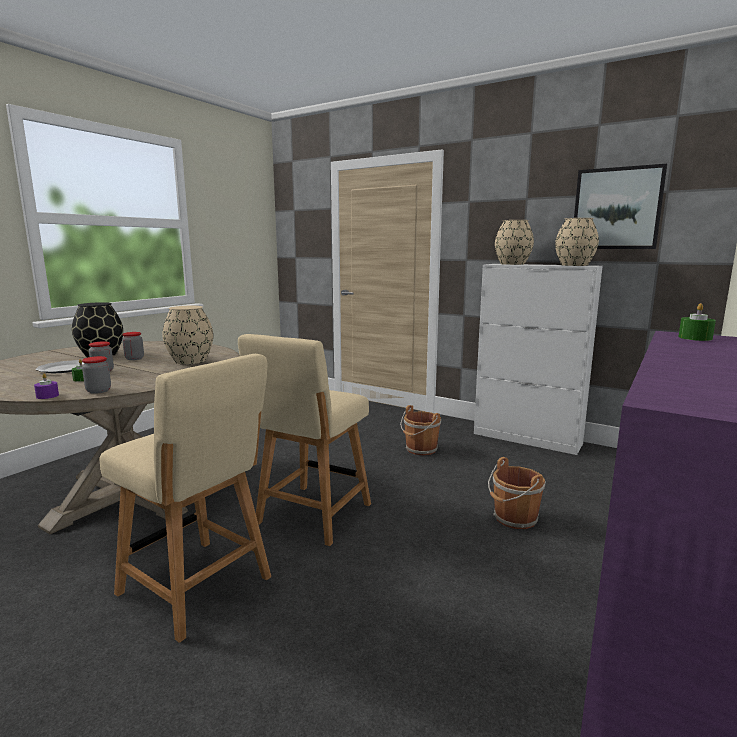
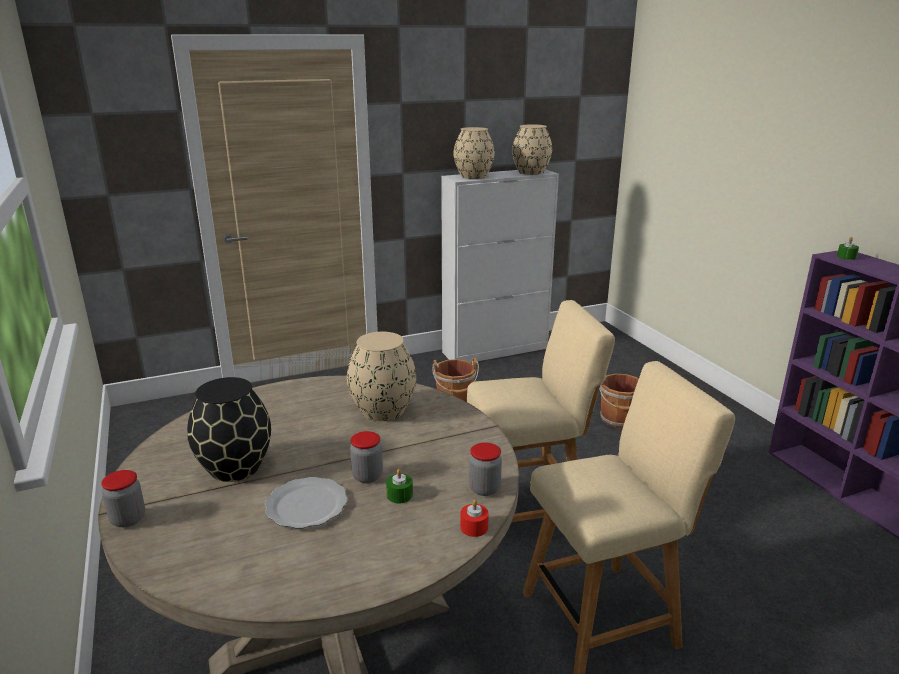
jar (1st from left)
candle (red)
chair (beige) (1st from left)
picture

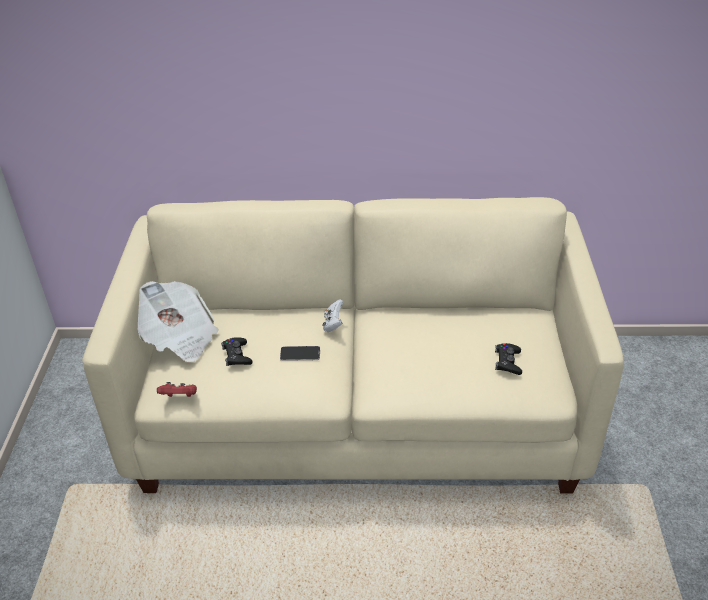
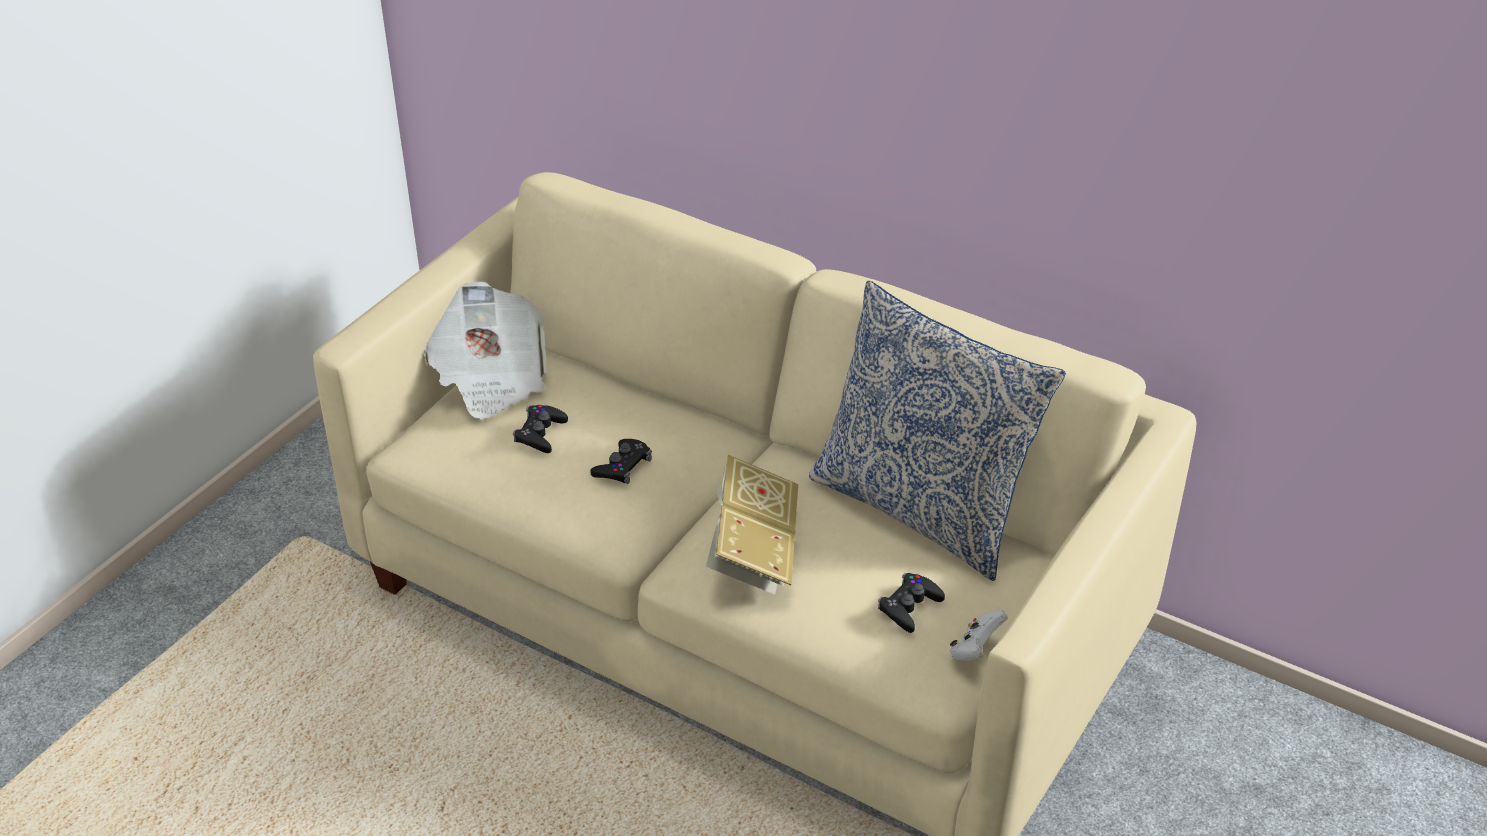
game controller (black) (2nd from left)
book
pillow
game controller (white)
game controller (red)

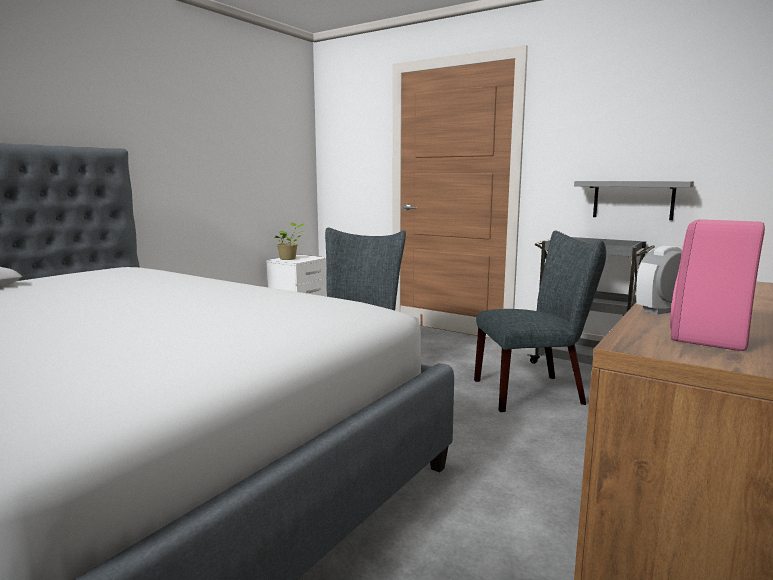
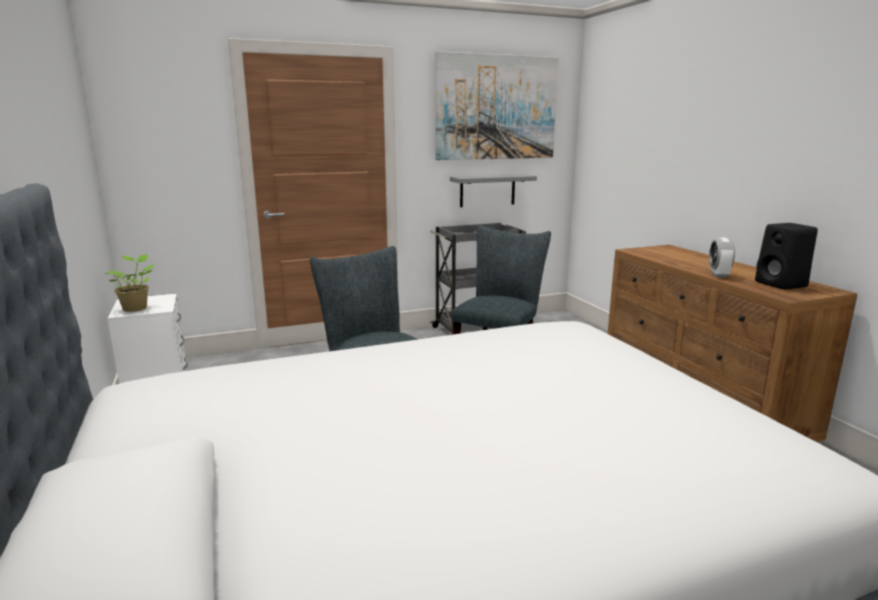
picture
speaker (black)

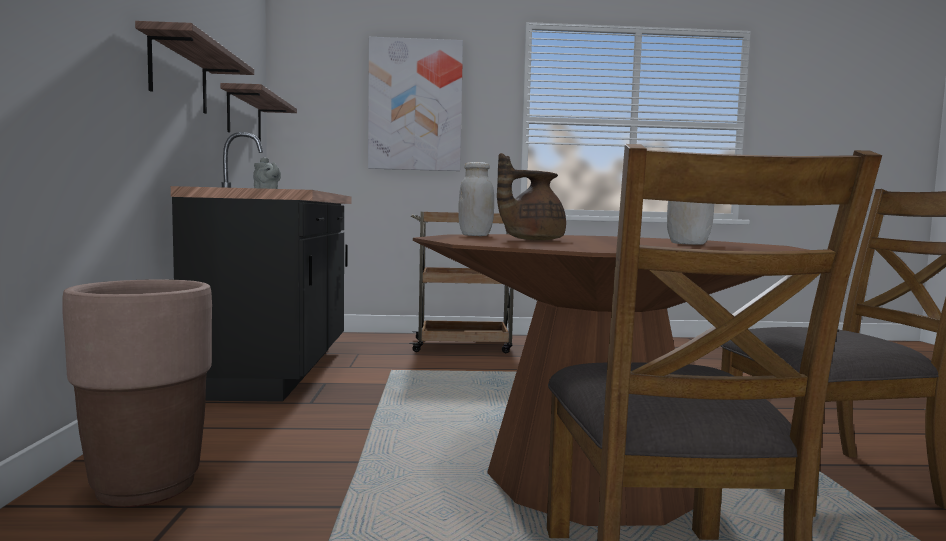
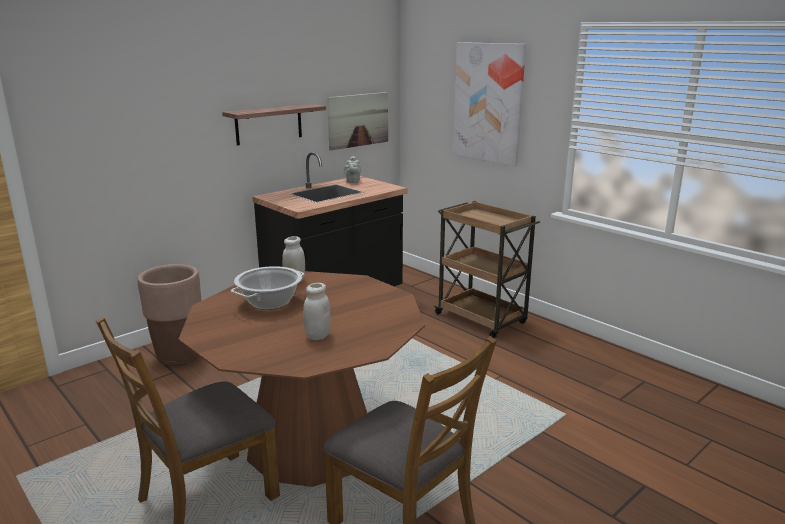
cooking pot
picture (1st from left)

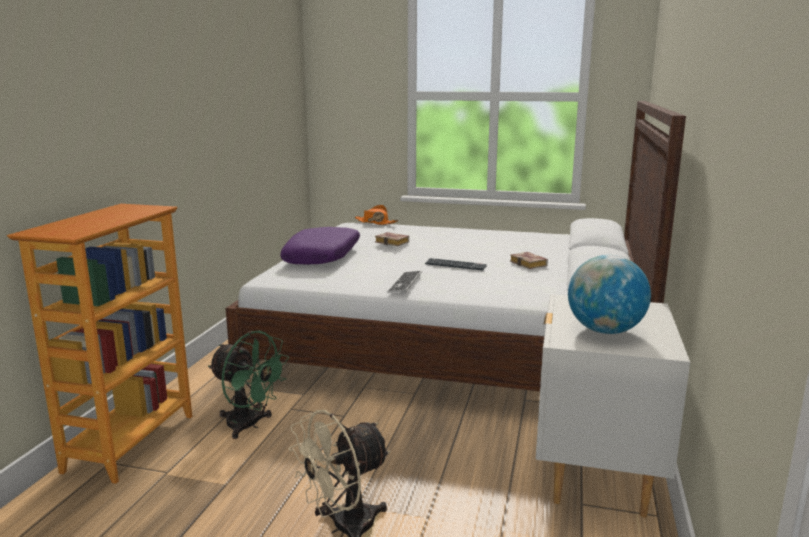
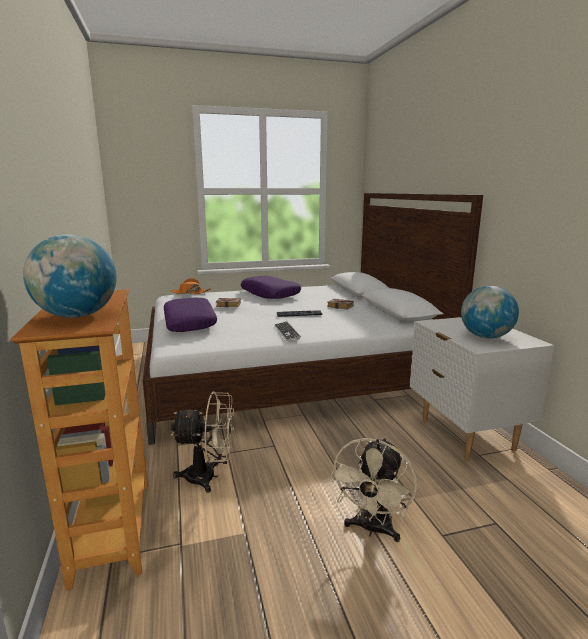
globe (1st from left)
fan (beige) (1st from left)
pillow (purple) (2nd from left)

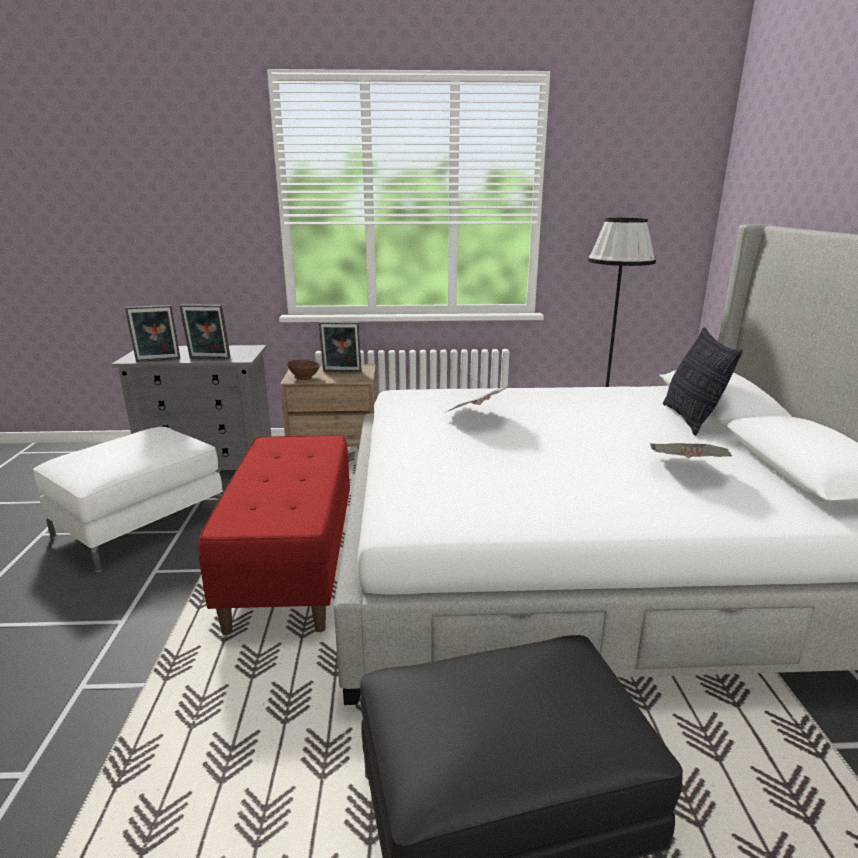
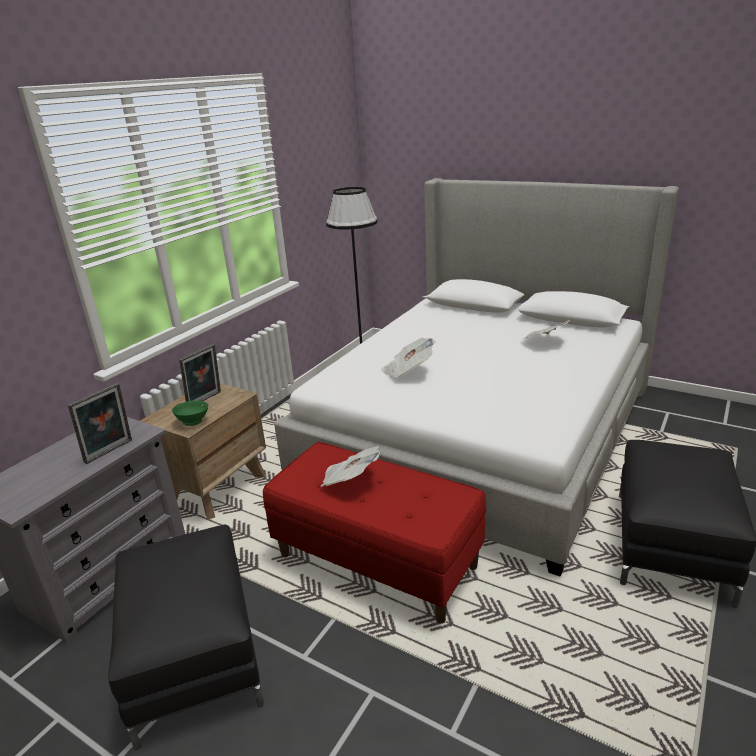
ottoman (black) (1st from left)
bowl (green)
newspaper (1st from left)
picture frame (1st from left in the first image)
pillow

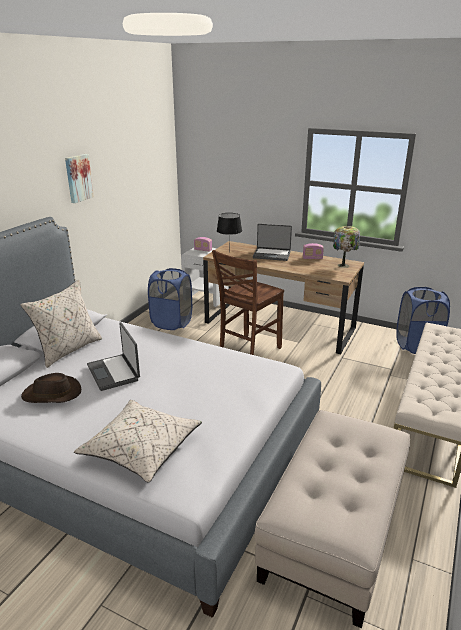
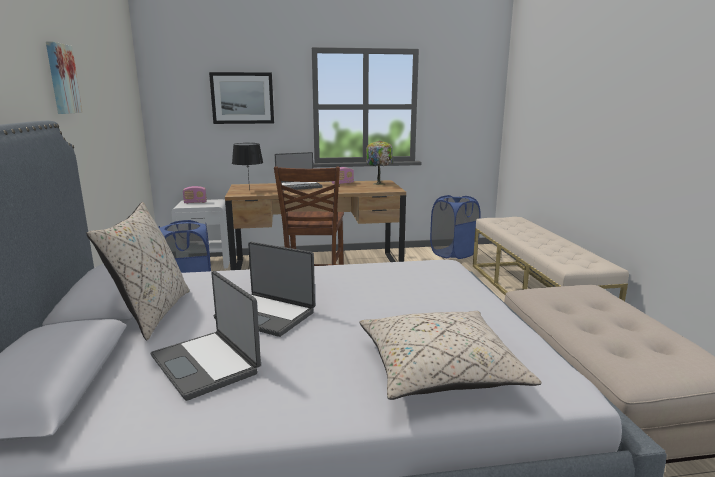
laptop (1st from left)
picture (2nd from left)

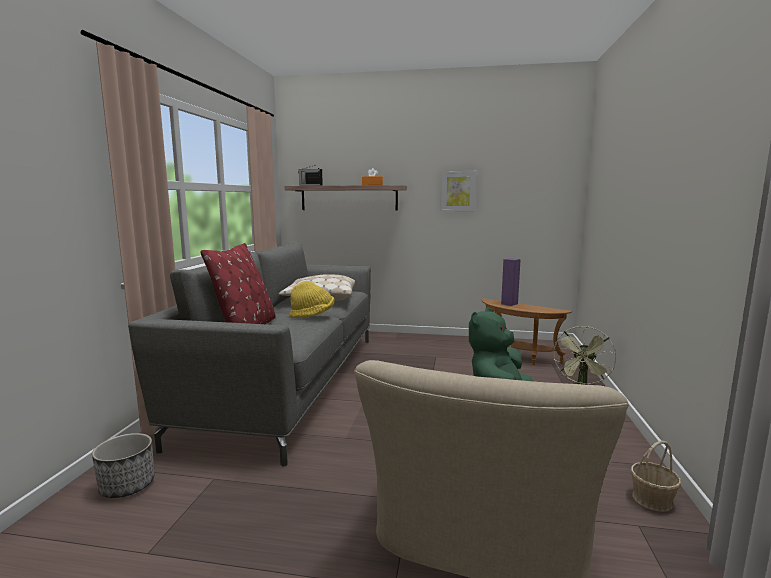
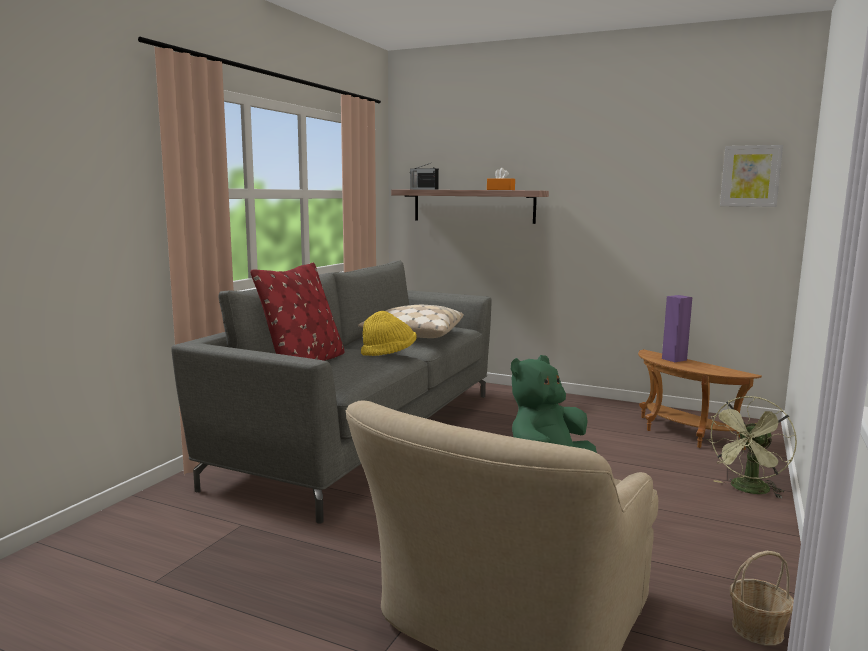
picture
planter

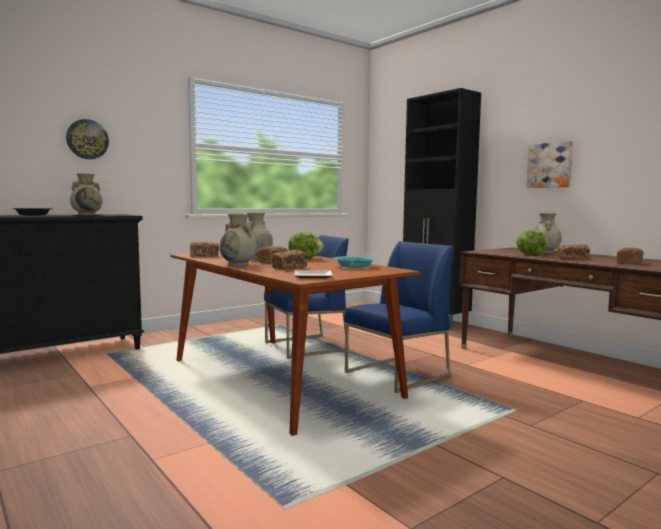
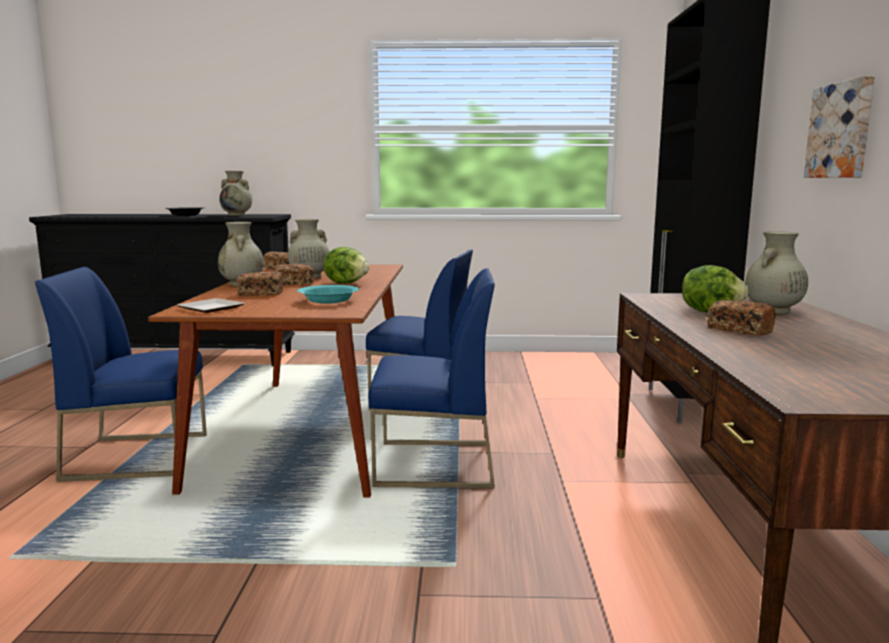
chair (blue) (1st from left)
wall clock
bread (5th from left in the first image)

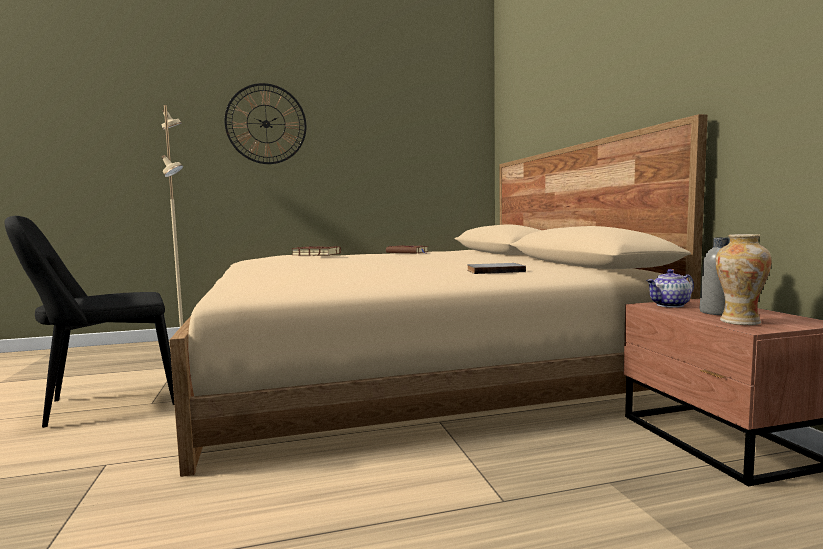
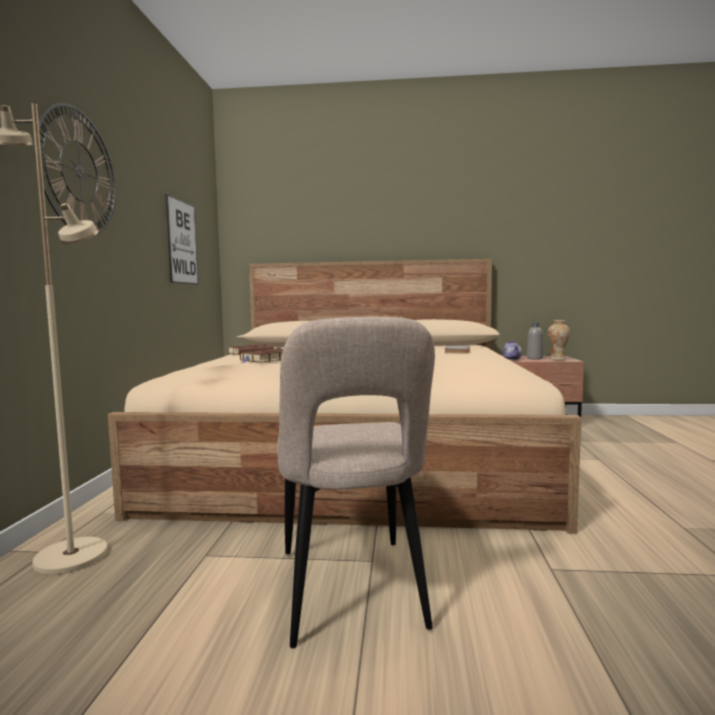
picture
chair (beige)

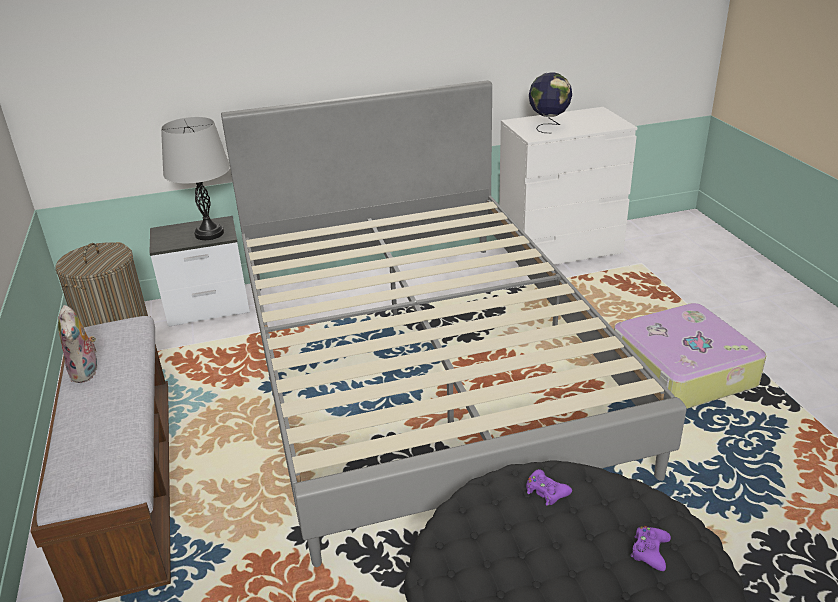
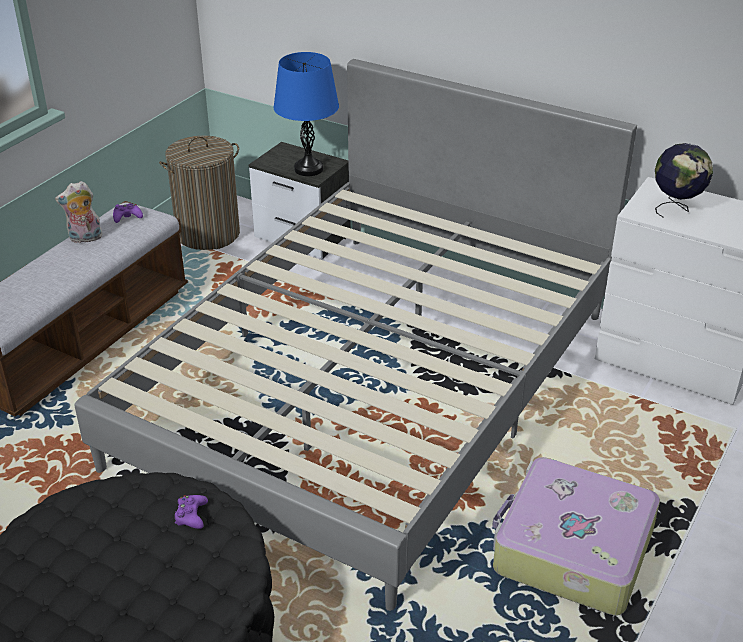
plush toy
game controller (purple) (1st from left)
table lamp (blue)

